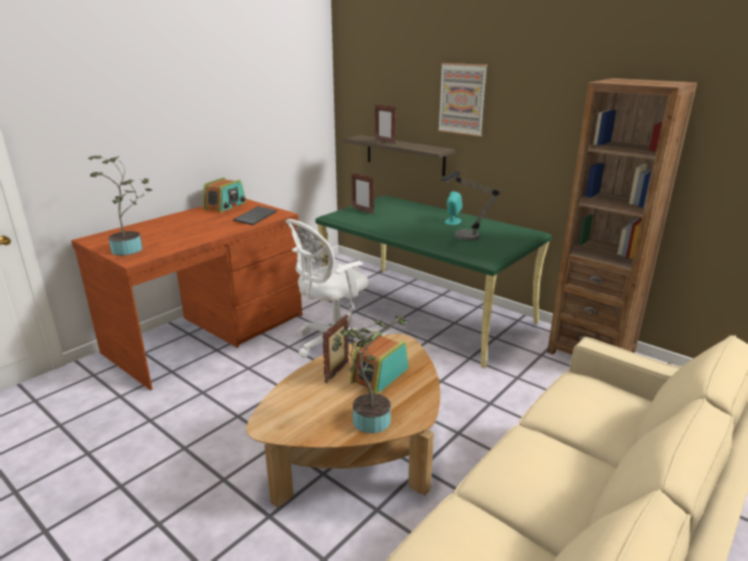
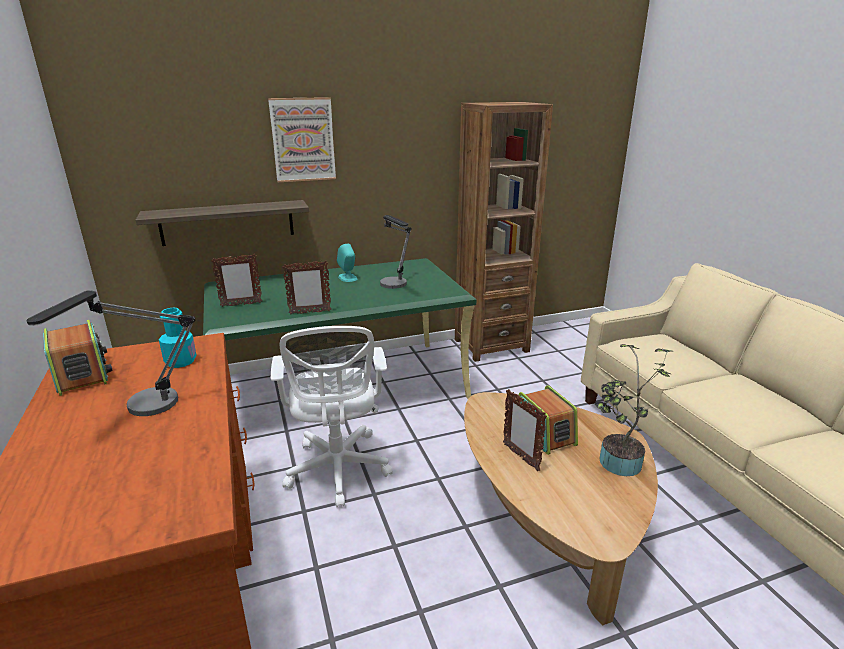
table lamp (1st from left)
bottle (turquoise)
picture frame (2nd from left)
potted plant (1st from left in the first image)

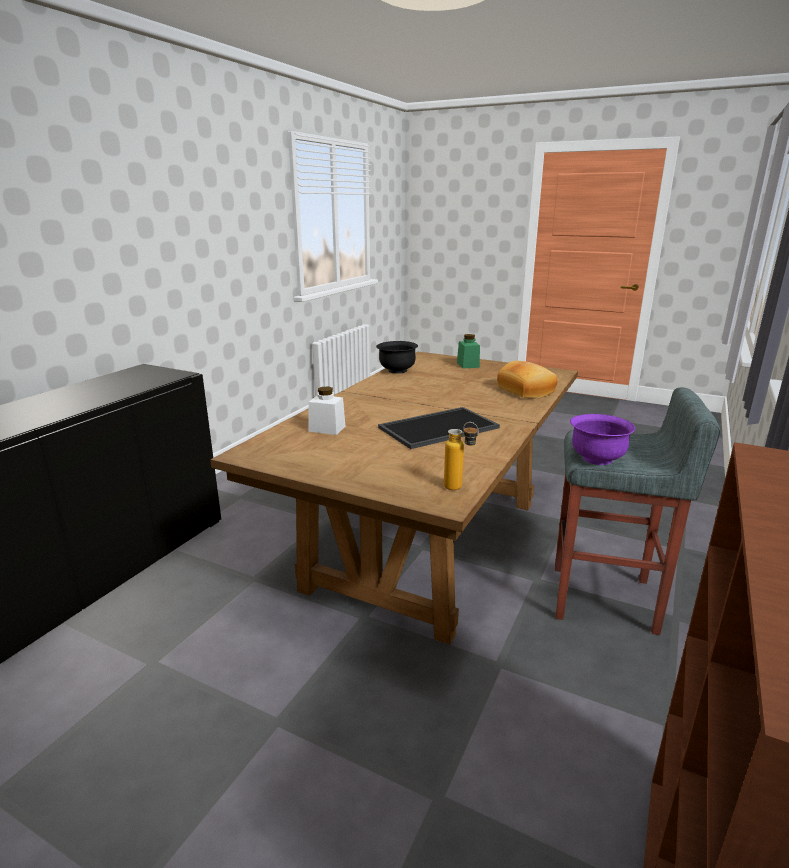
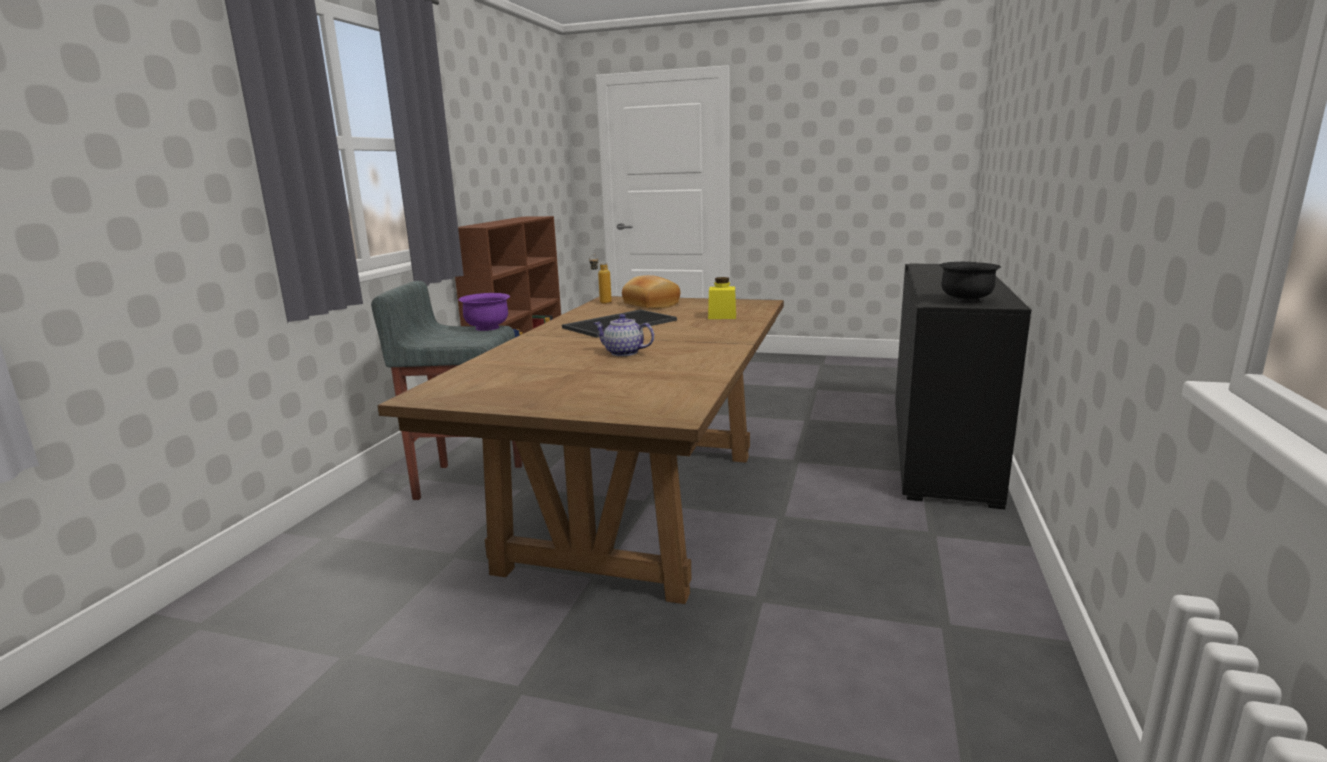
teapot
bread
jar (yellow)
bowl (black)
jar (green)

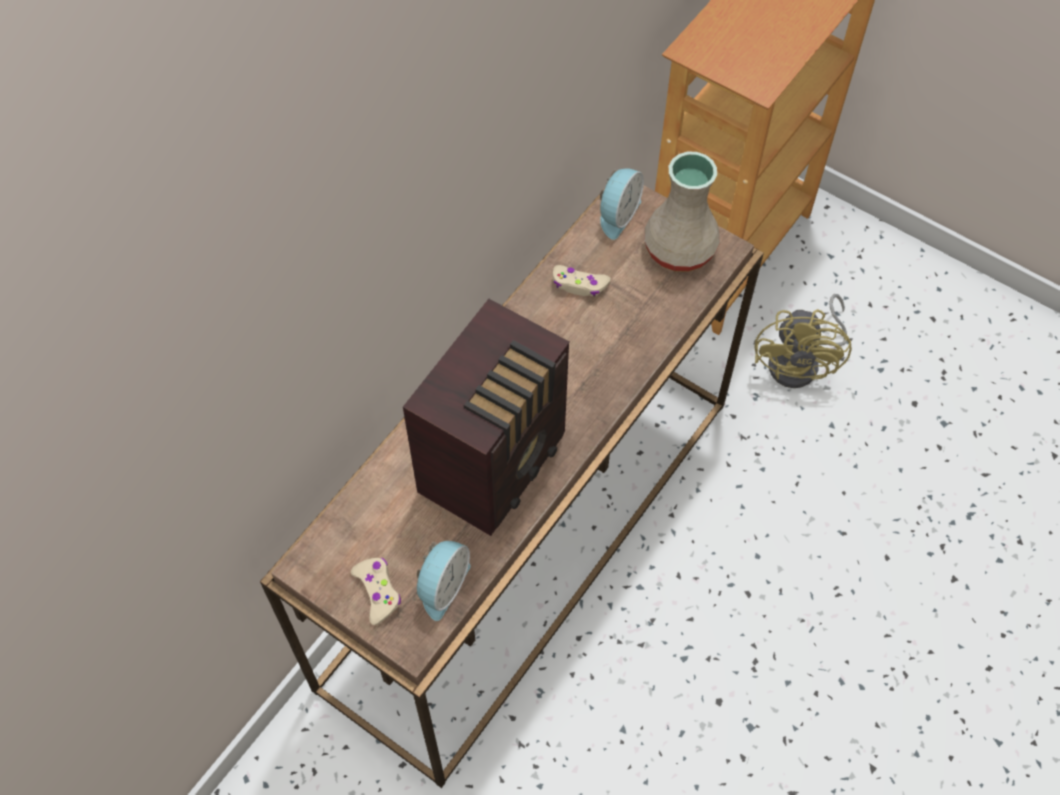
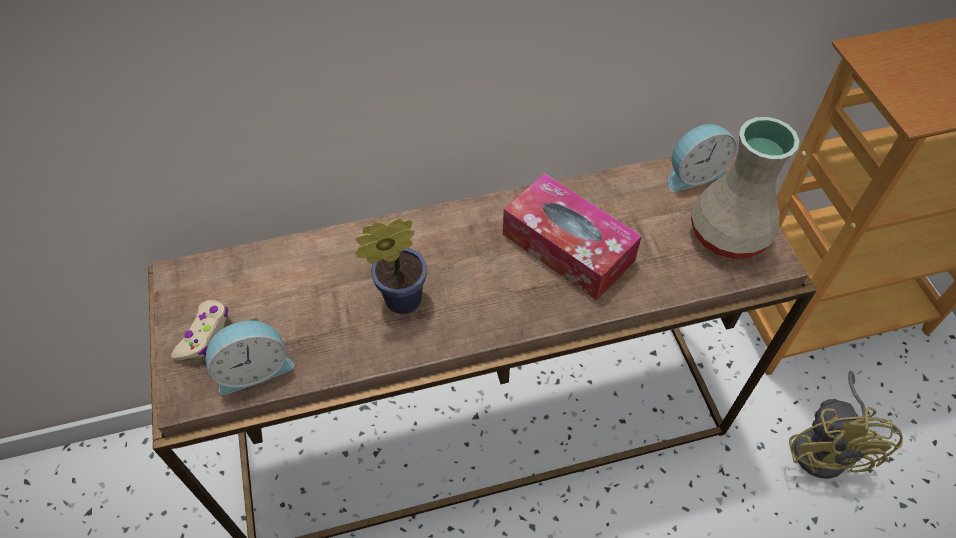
potted plant
tissue box
fan (yellow)
game controller (beige) (2nd from left in the first image)

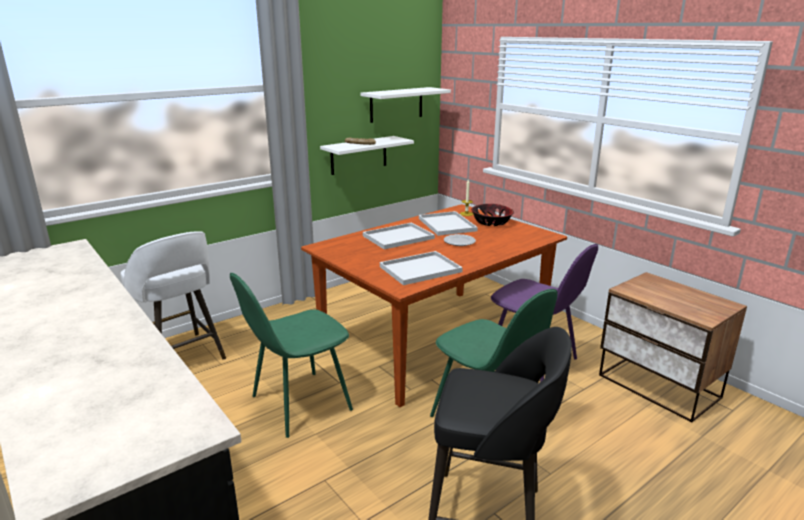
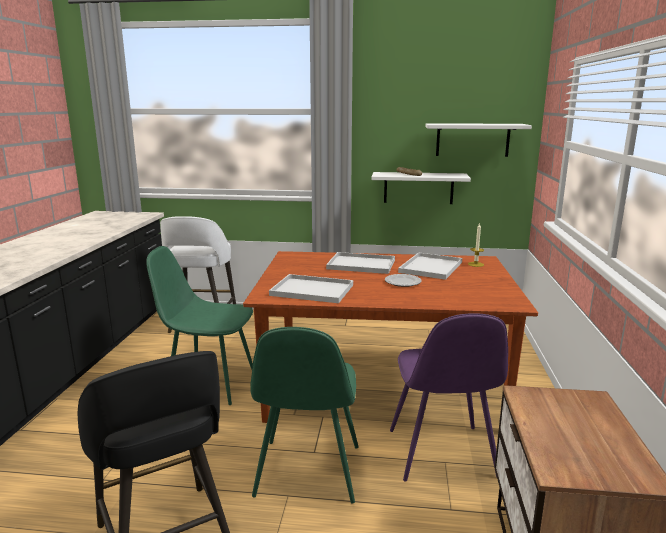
bowl

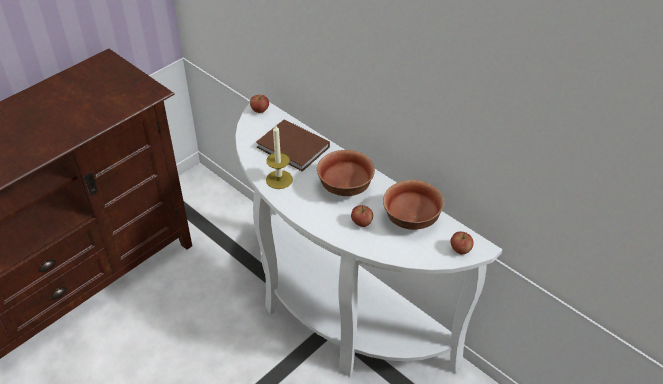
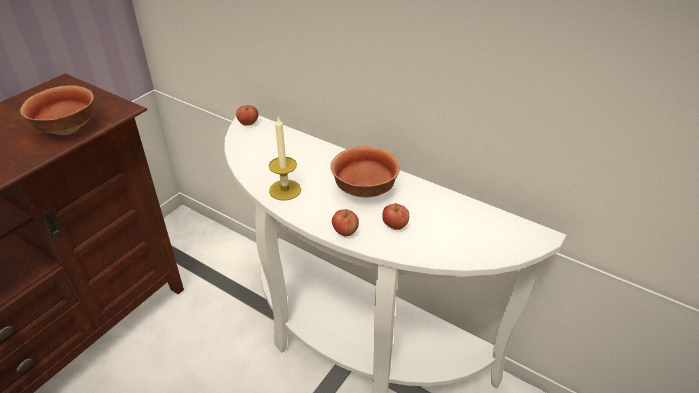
bowl (1st from left)
apple (2nd from left)
book (brown)

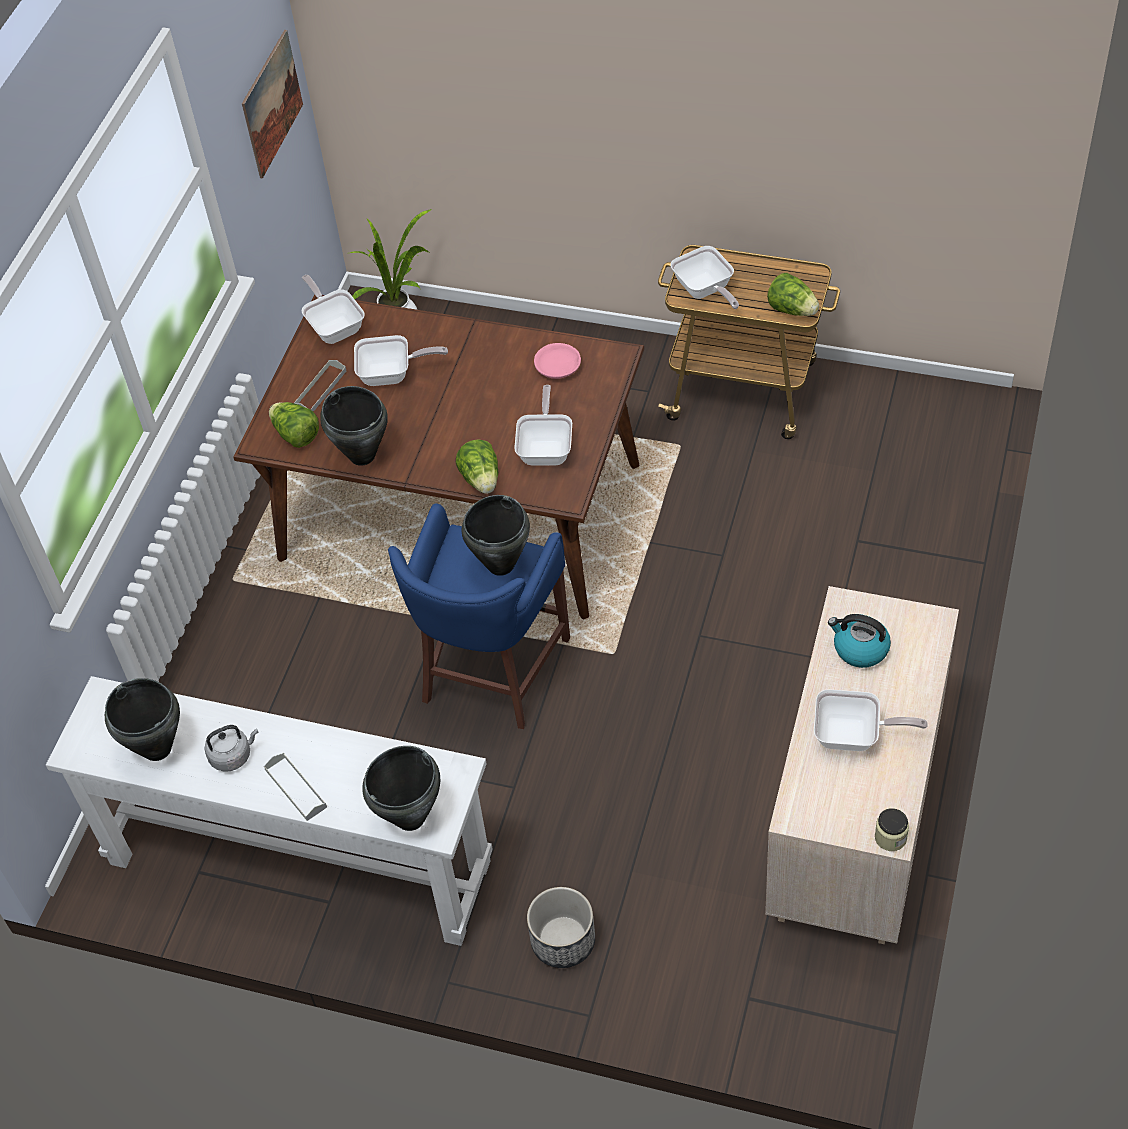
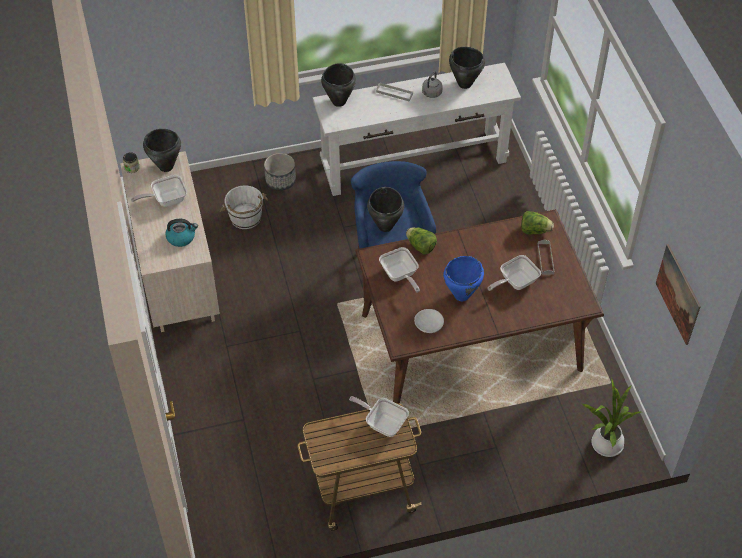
cooking pot (black) (1st from left)
bucket (white)
bowl (white)
cooking pot (blue)
frying pan (1st from left in the first image)
lettuce (3rd from left in the first image)

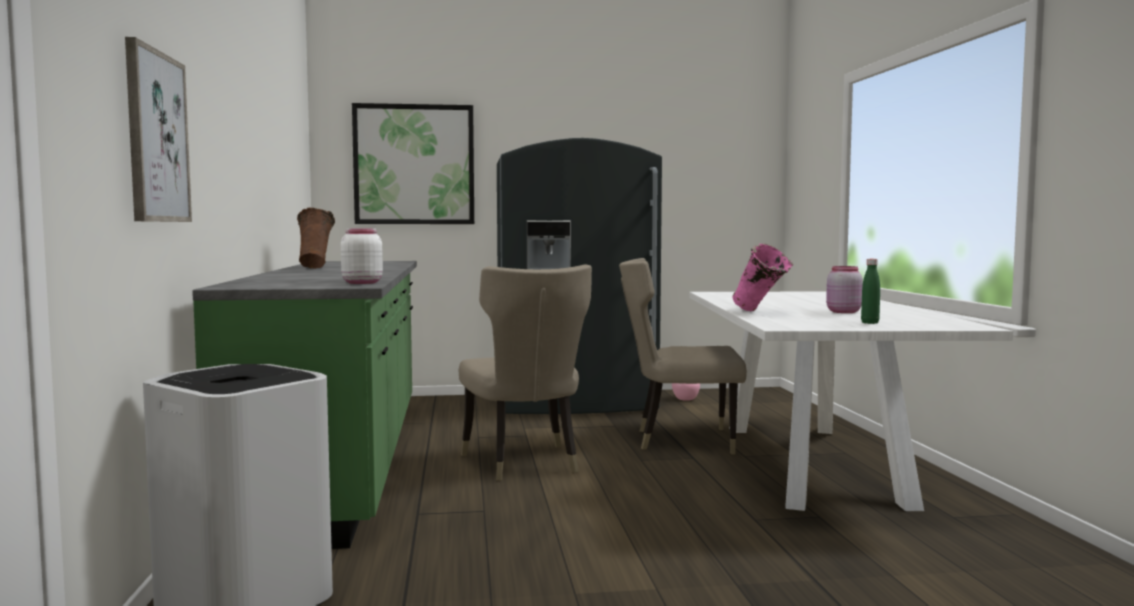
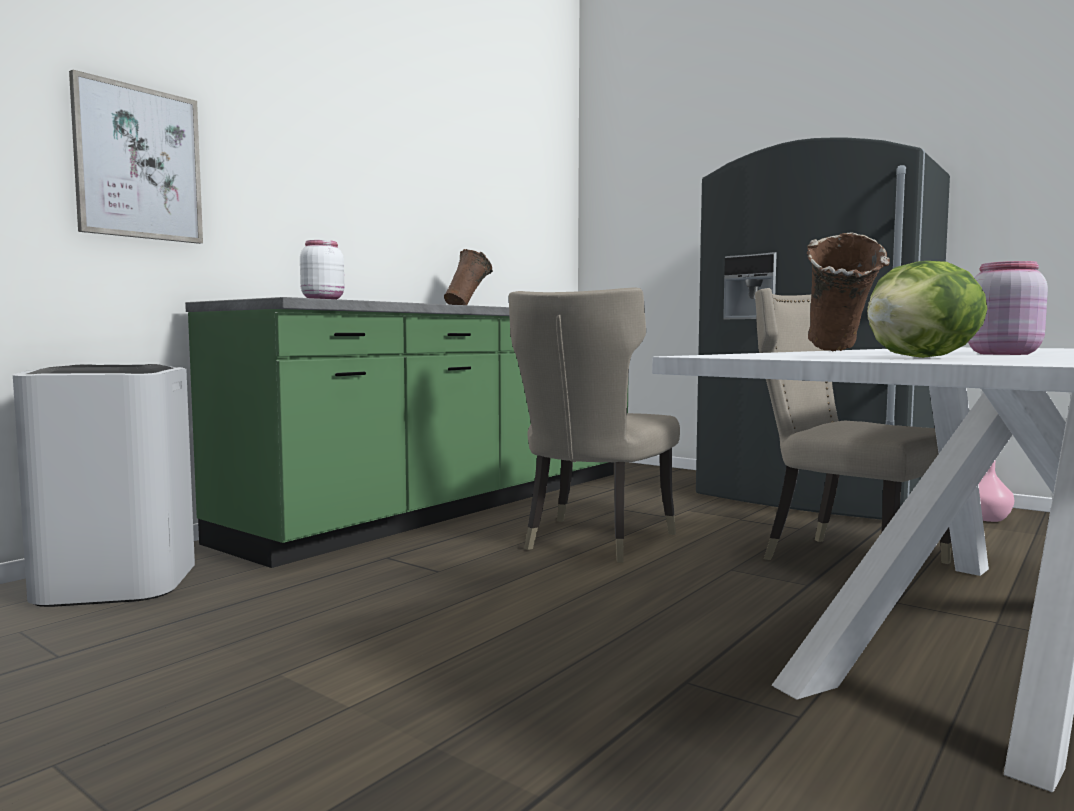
vase (brown) (2nd from left)
lettuce
picture (2nd from left in the first image)

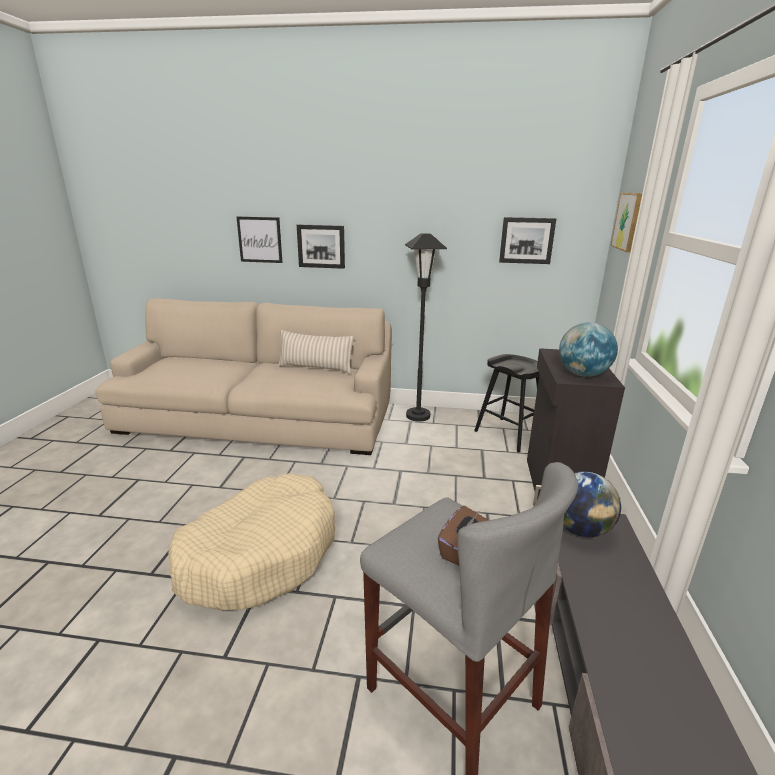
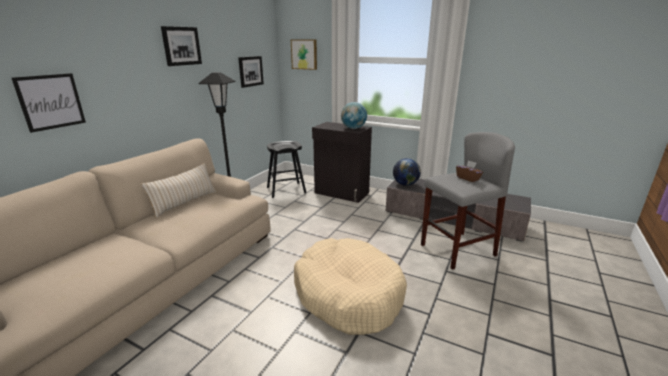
picture (2nd from left)

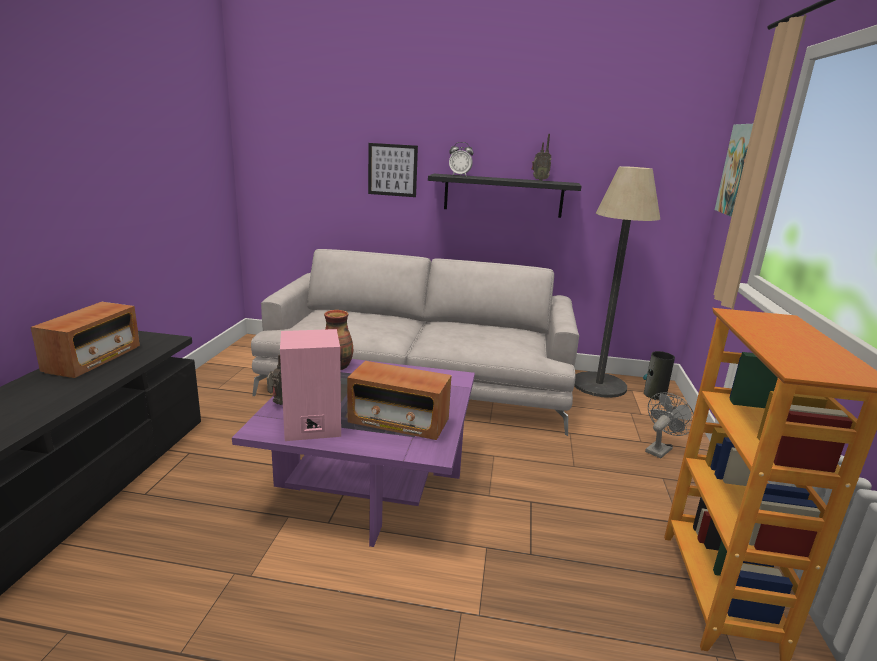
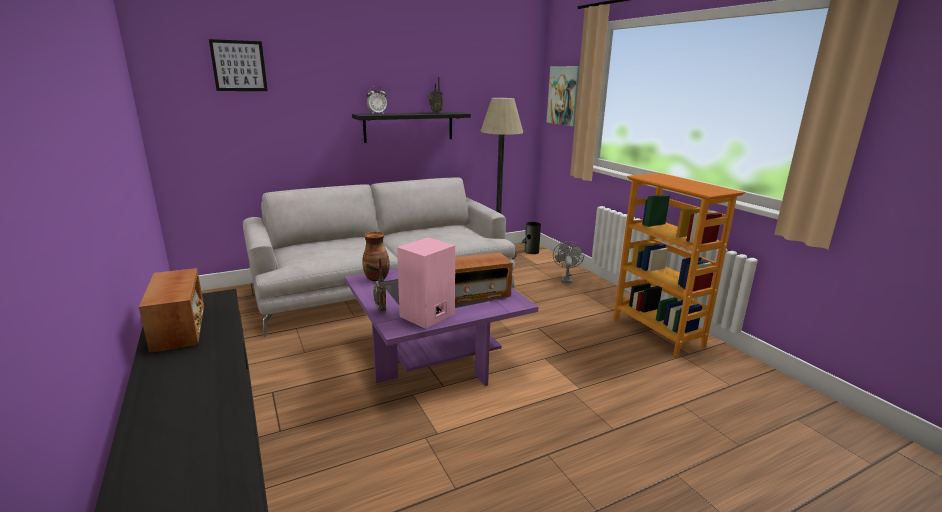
picture (1st from left)

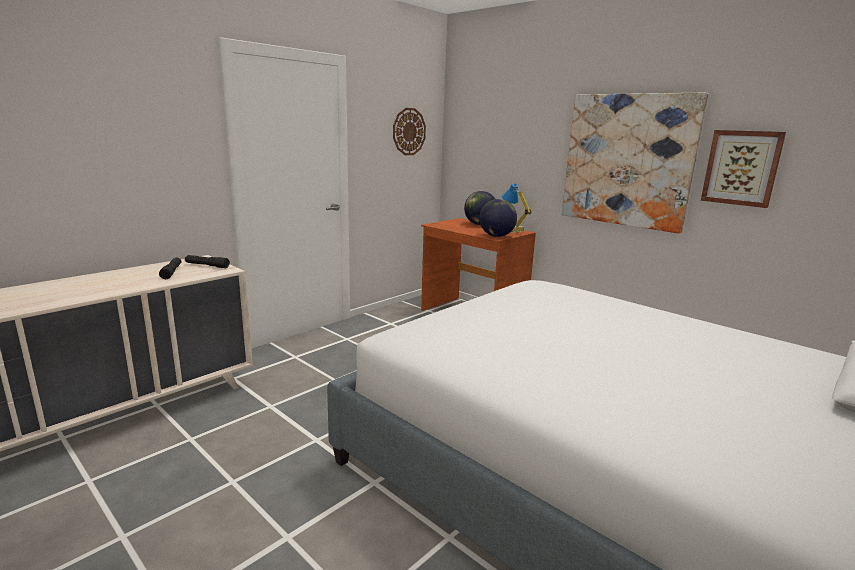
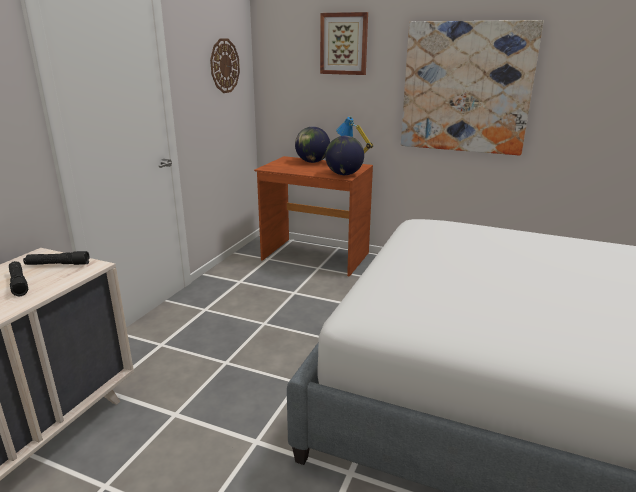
picture (1st from left)

